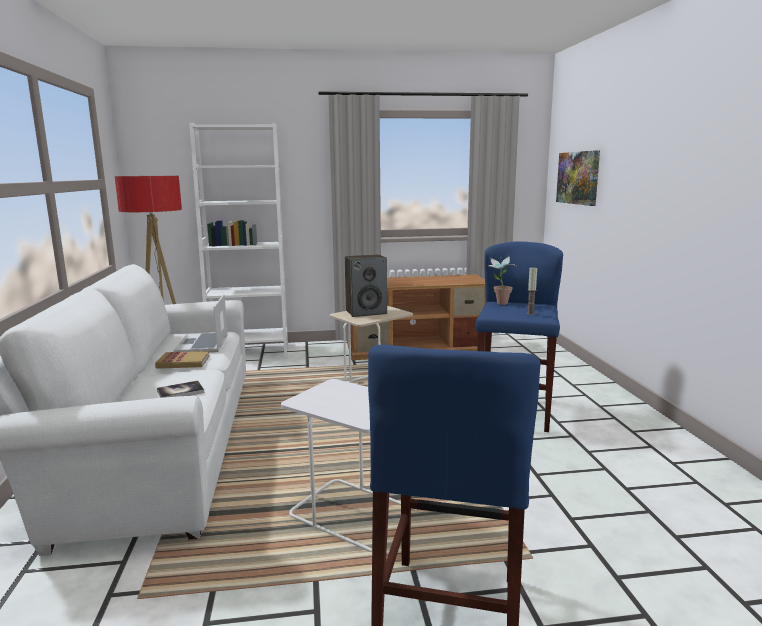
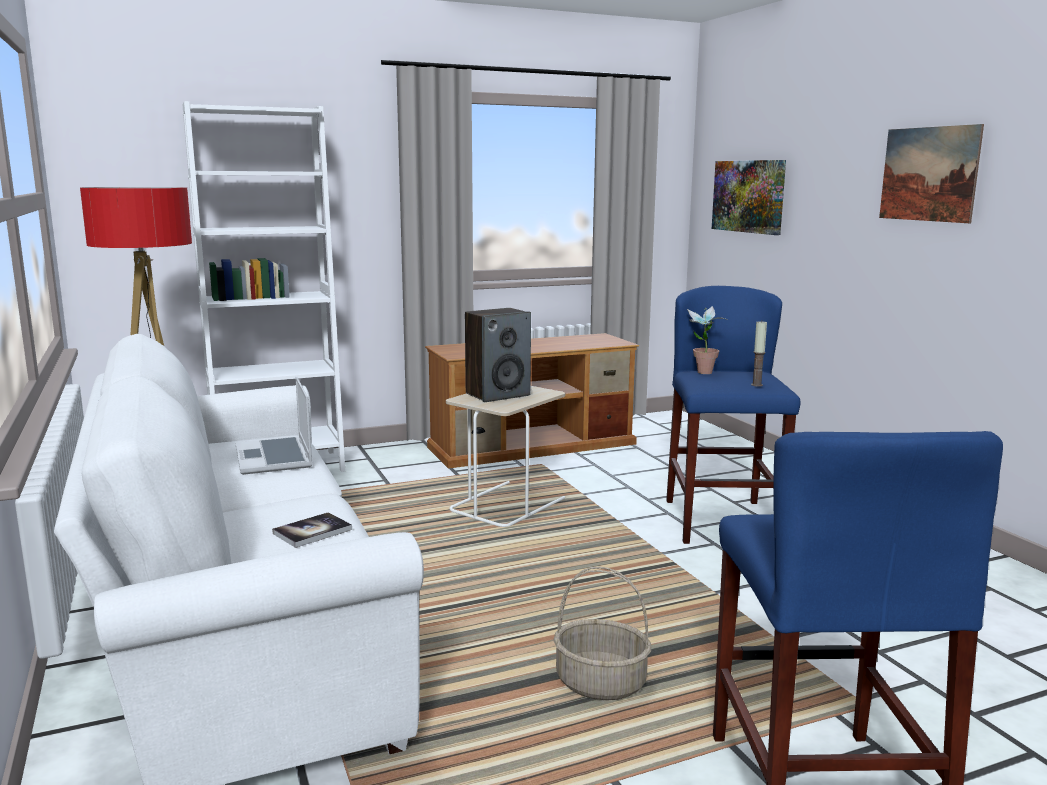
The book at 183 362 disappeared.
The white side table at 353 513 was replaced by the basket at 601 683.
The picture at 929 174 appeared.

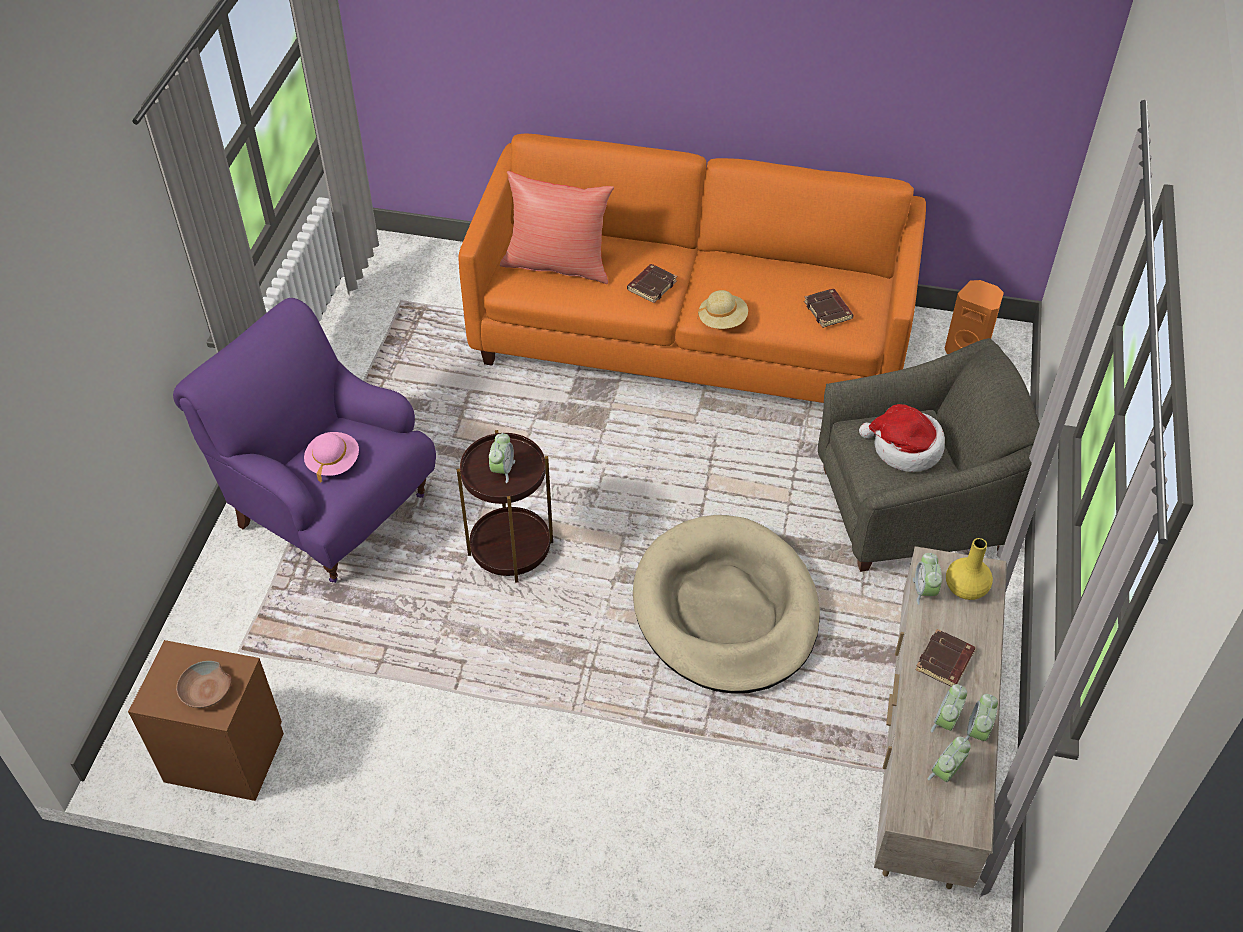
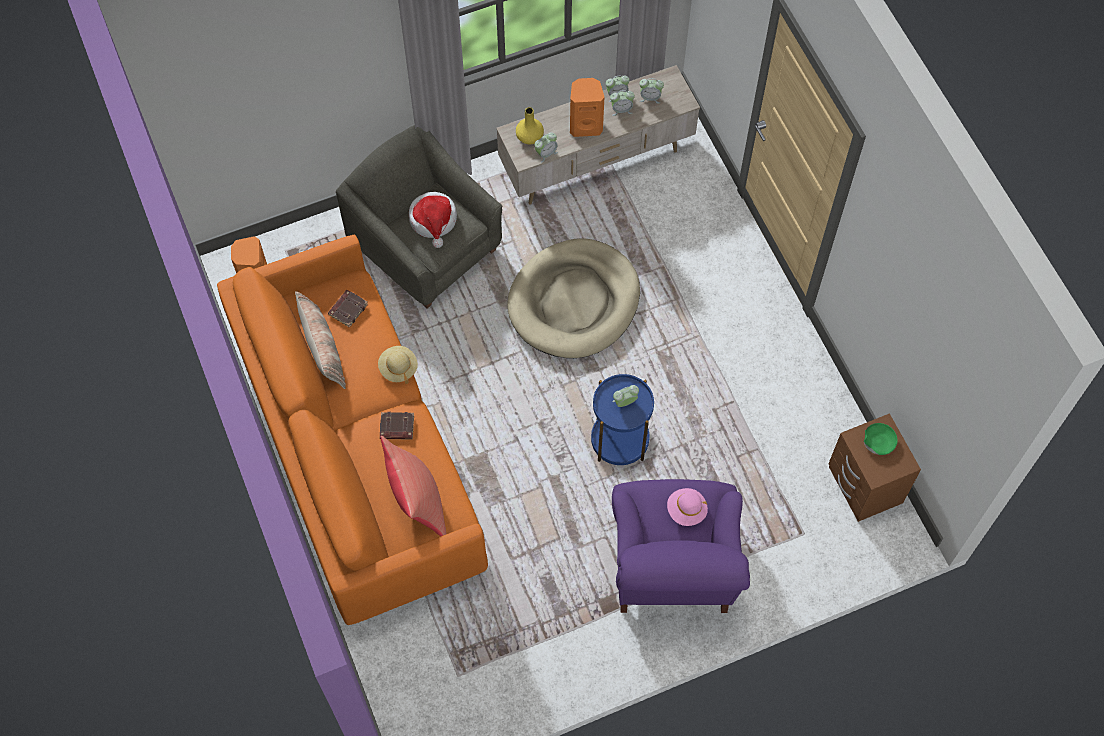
The brown bowl at 206 691 became the green bowl at 879 441.
The brown side table at 510 549 became the blue side table at 620 440.
The brown book at 945 662 was replaced by the orange speaker at 585 125.
The pillow at 322 348 appeared.

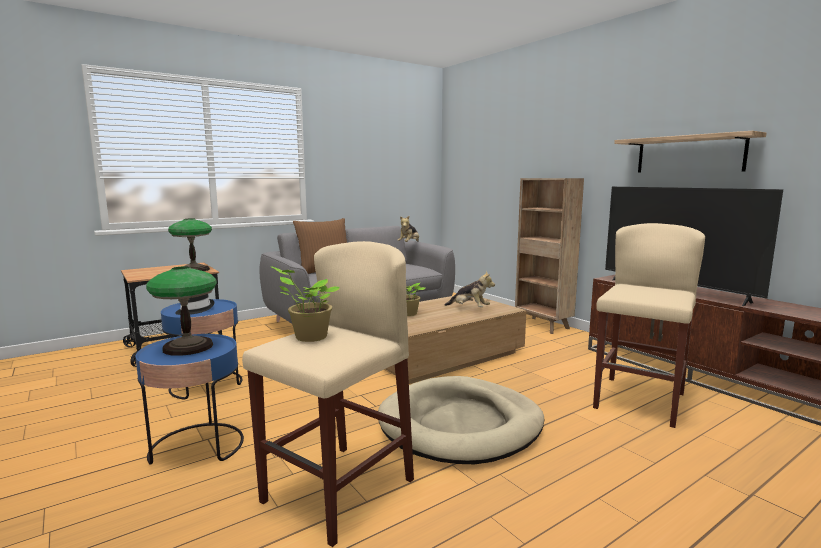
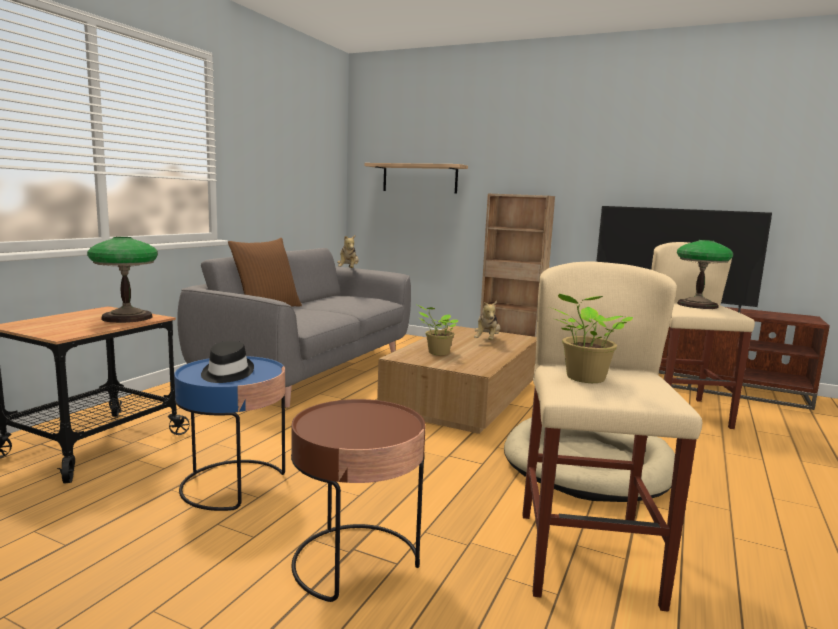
The blue side table at 197 446 became the brown side table at 356 561.
The table lamp moved from 187 347 to 697 305.
The plush toy at 469 308 turned 105 degrees clockwise.
The shelf moved from 689 154 to 419 178.

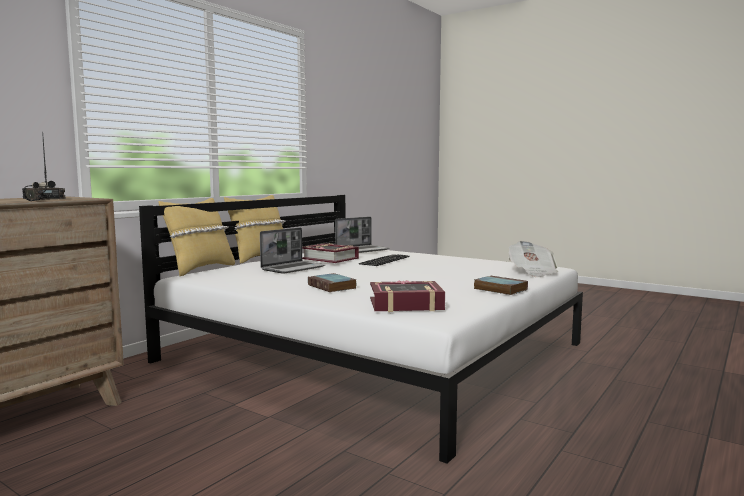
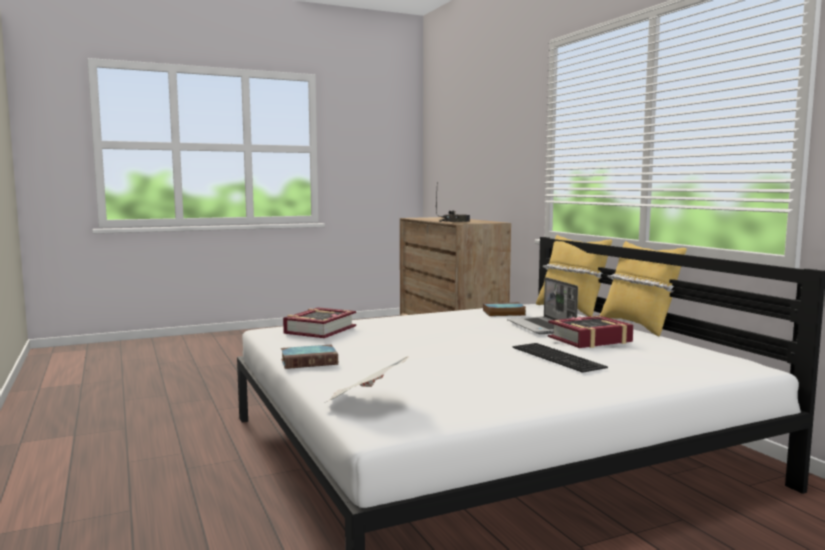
The book moved from 332 287 to 503 313.
The laptop at 362 250 disappeared.

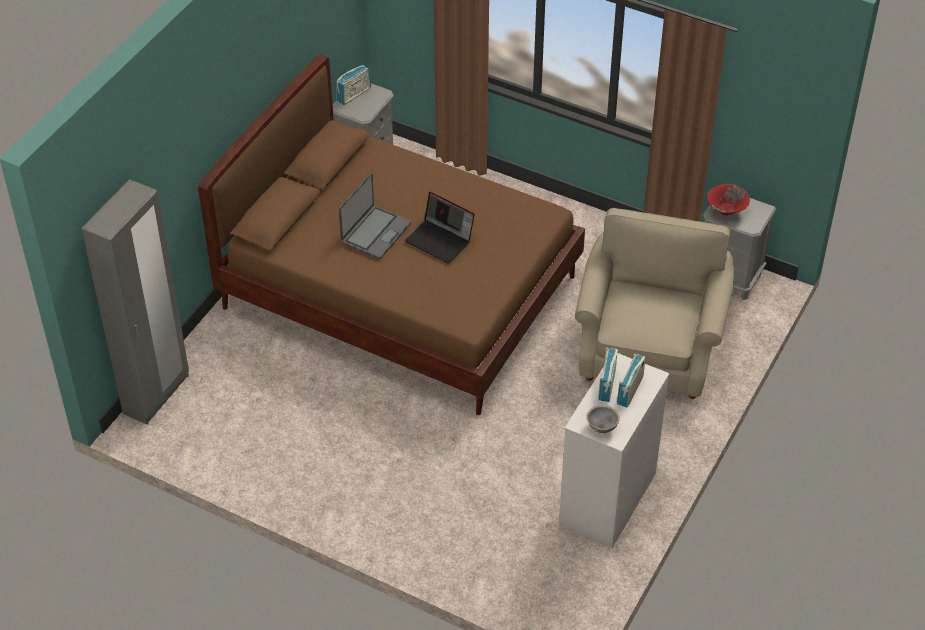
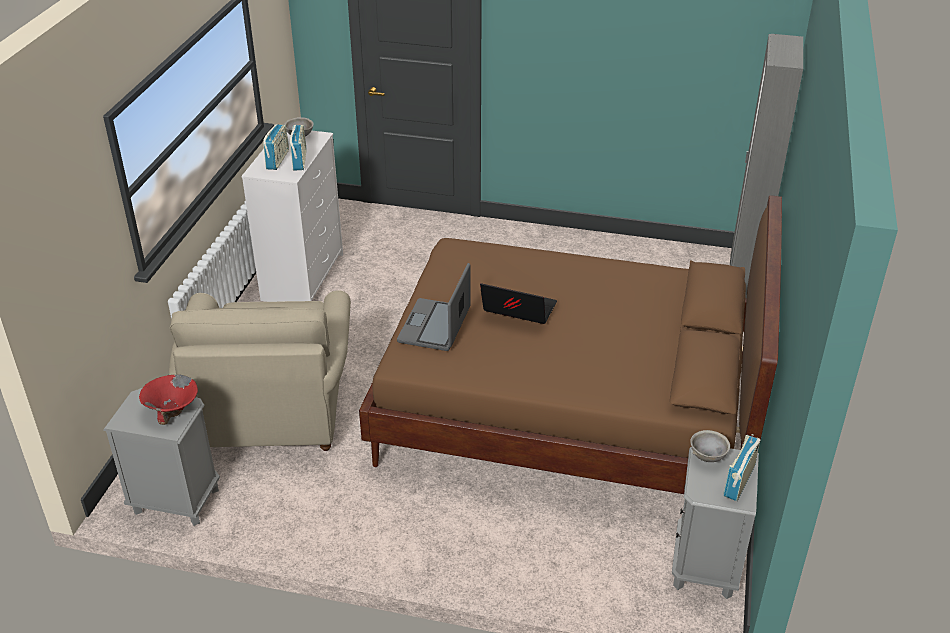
The laptop moved from 375 233 to 435 326.
The grey bowl at 707 456 appeared.

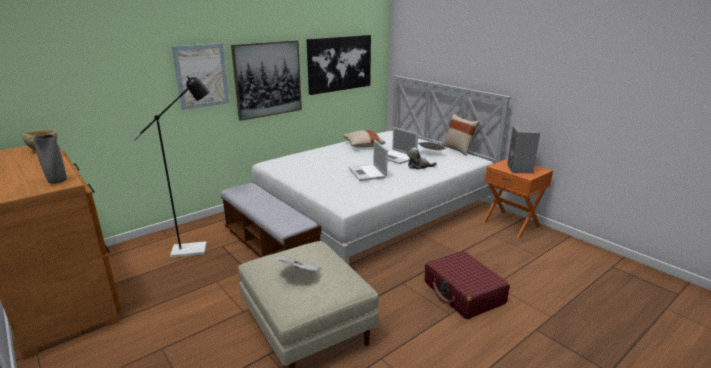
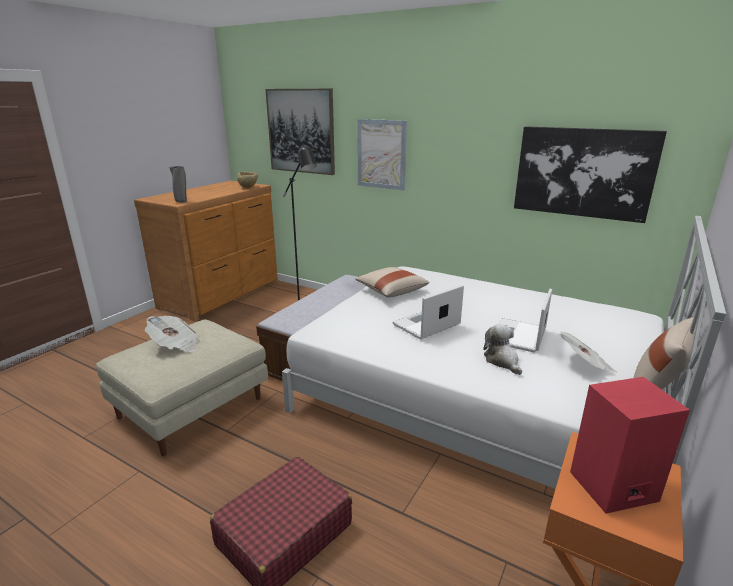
The picture moved from 268 79 to 301 131.
The beige pillow moved from 363 146 to 391 291.
The grey speaker at 520 169 became the red speaker at 612 487.

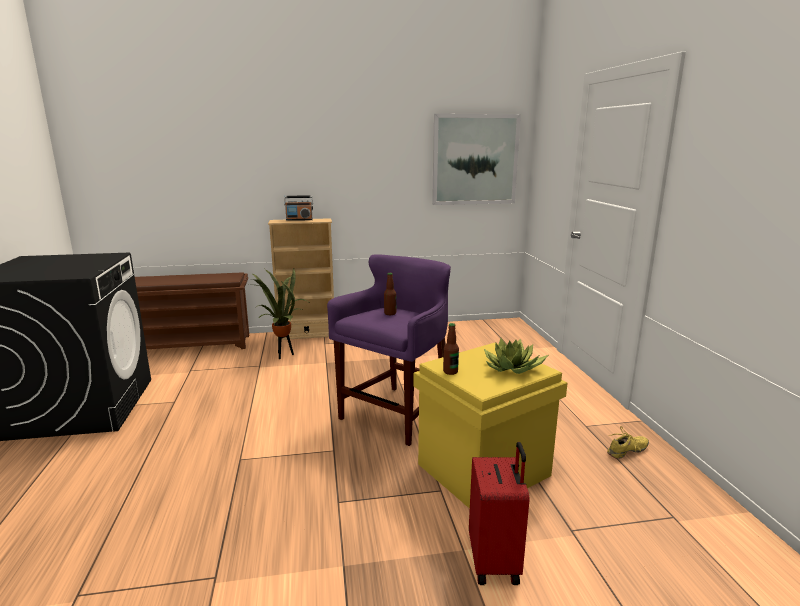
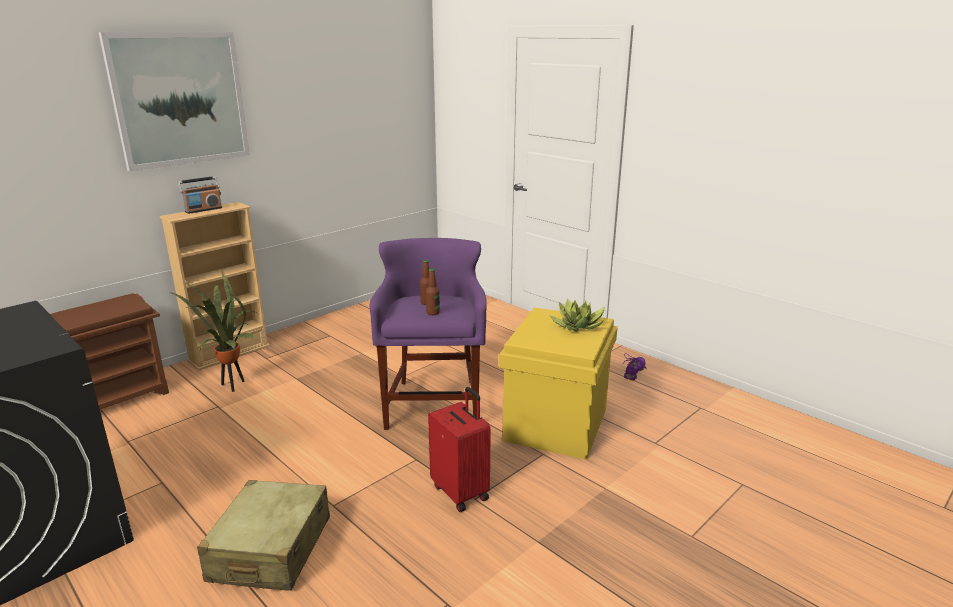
The picture moved from 475 160 to 180 99.
The bottle moved from 450 372 to 433 313.
The red suitcase moved from 495 561 to 461 492.
The yellow shoe at 627 451 became the purple shoe at 634 372.
The beige suitcase at 270 549 appeared.

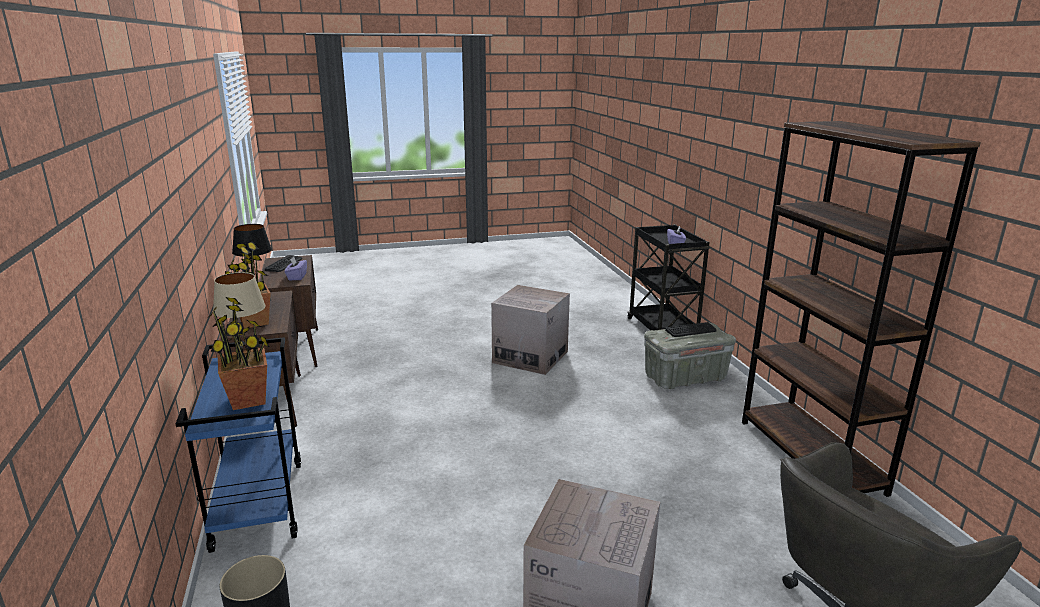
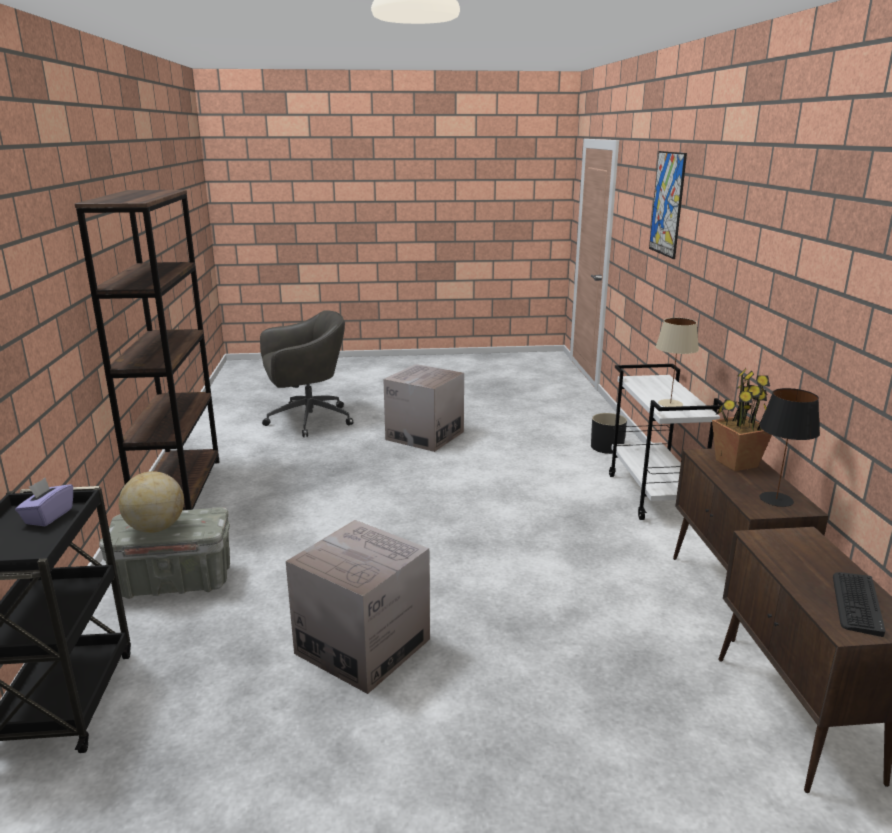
The blue cart at 258 504 became the white cart at 654 495.
The potted plant at 249 400 disappeared.
The purple tissue box at 297 277 disappeared.
The keyboard at 691 330 was replaced by the globe at 155 528.
The picture at 667 204 appeared.

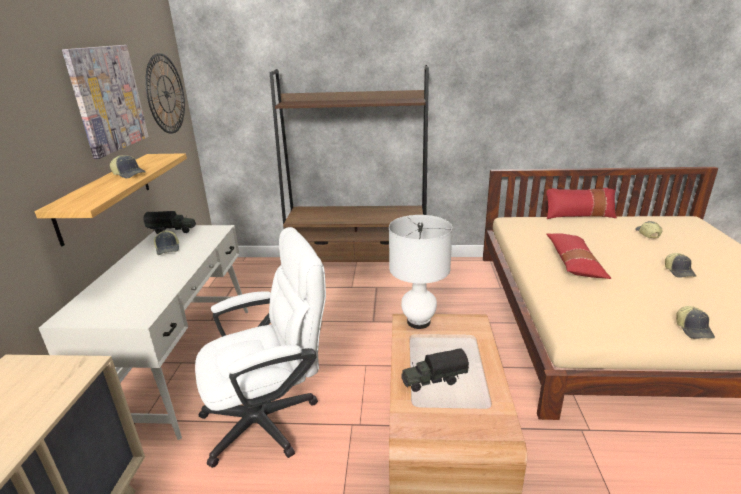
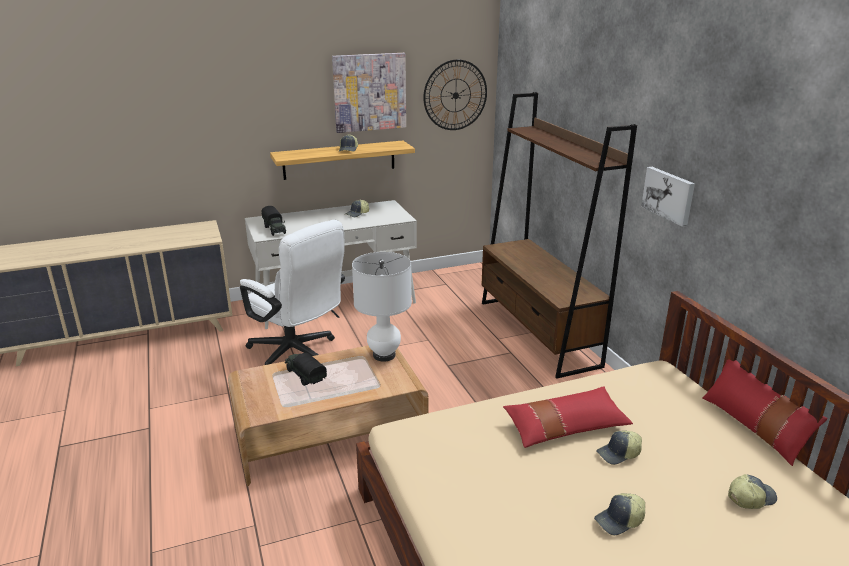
The toy truck moved from 173 230 to 275 229.
The cap moved from 693 329 to 619 454.
The picture at 669 195 appeared.

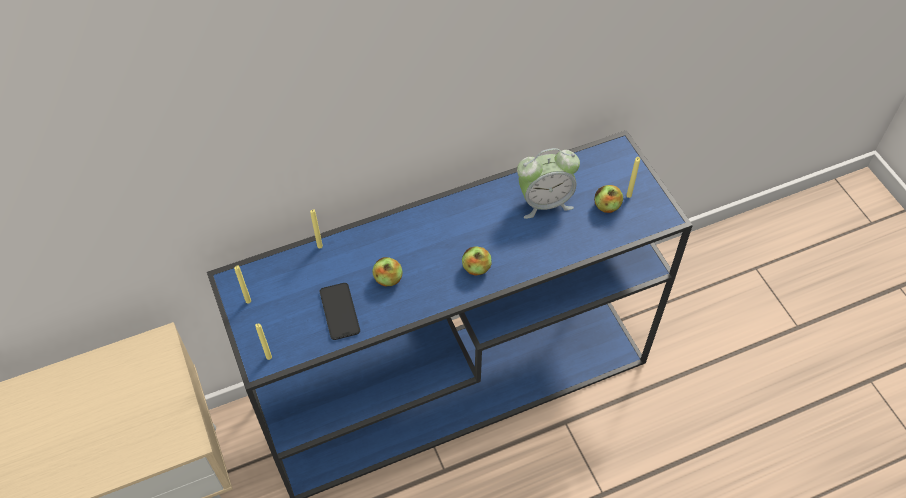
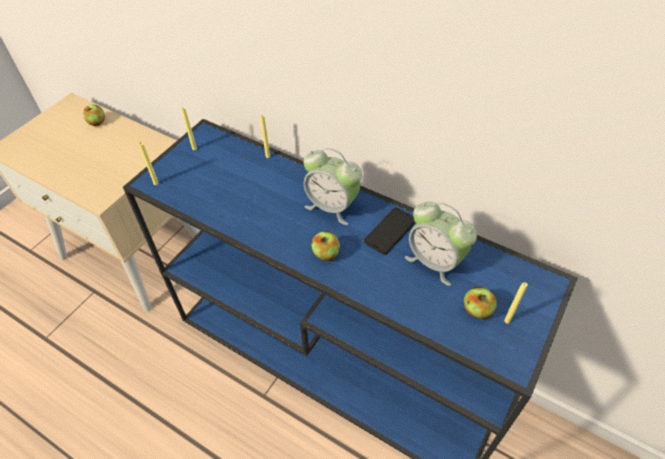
The phone moved from 339 311 to 390 231.
The apple moved from 388 279 to 97 122.
The alarm clock at 332 207 appeared.

